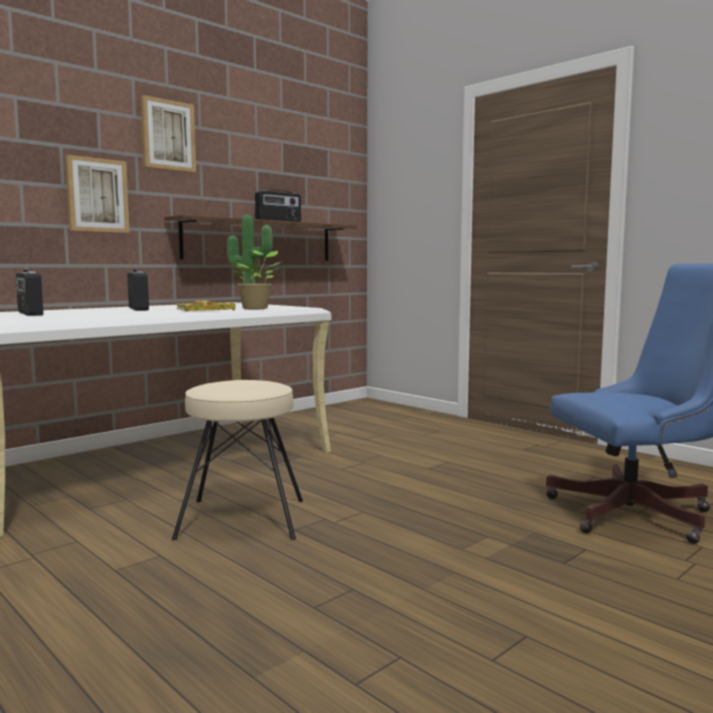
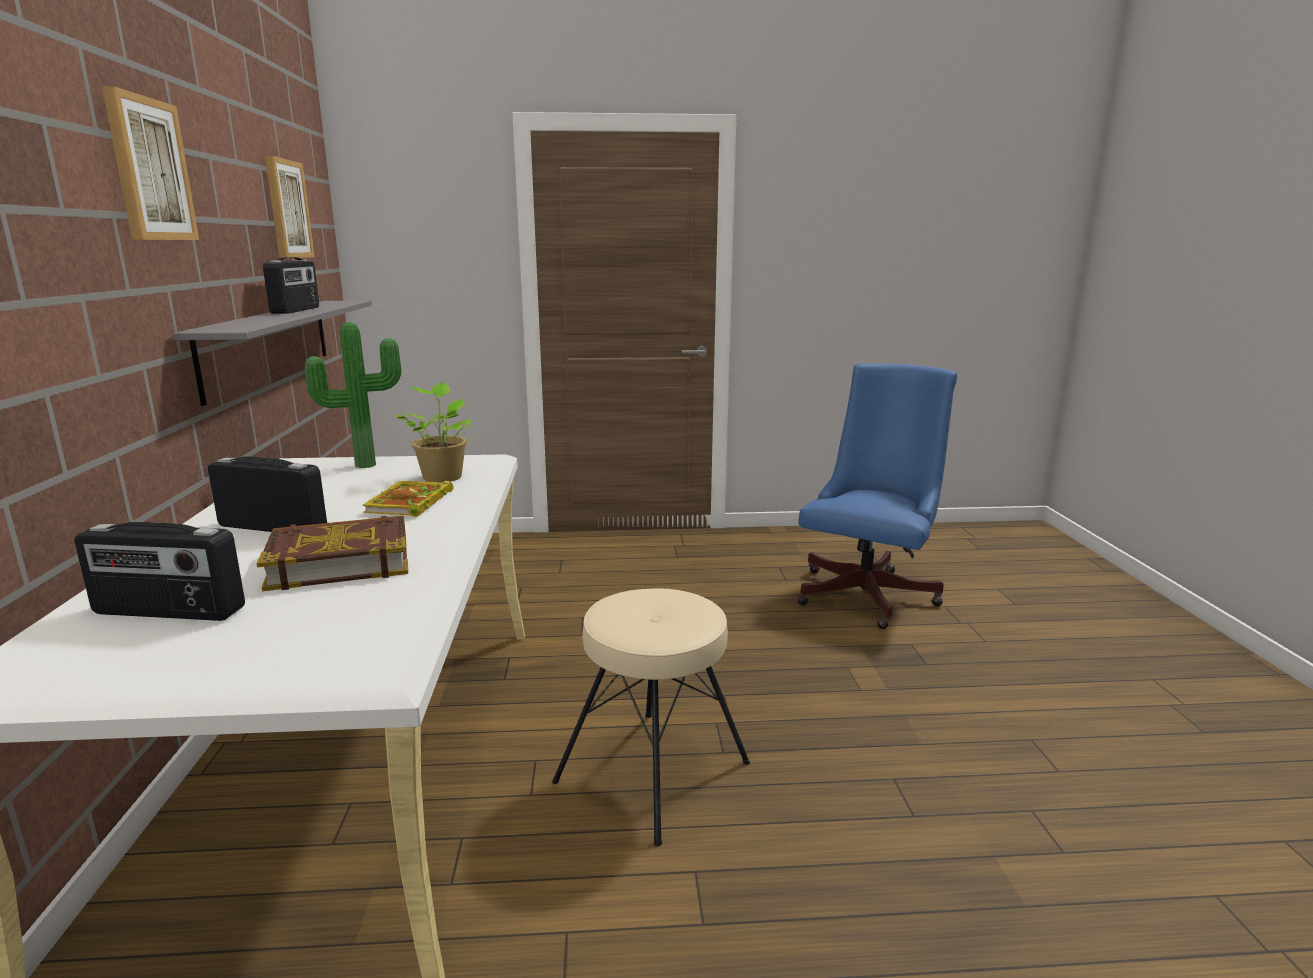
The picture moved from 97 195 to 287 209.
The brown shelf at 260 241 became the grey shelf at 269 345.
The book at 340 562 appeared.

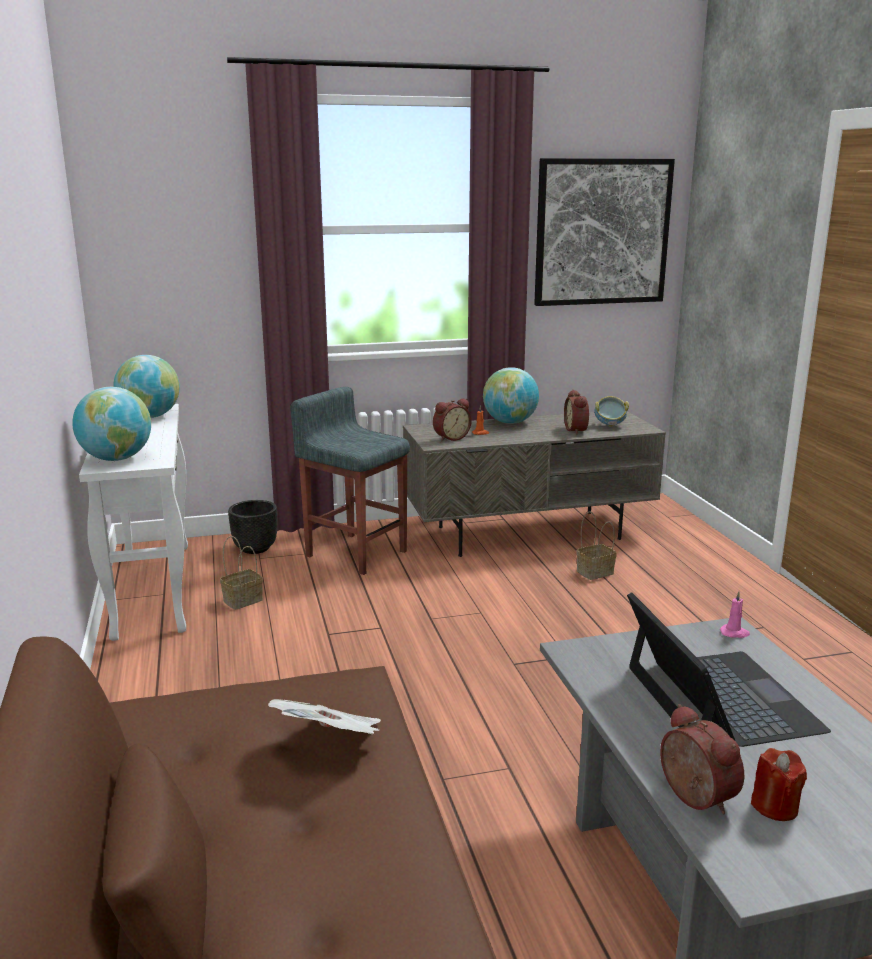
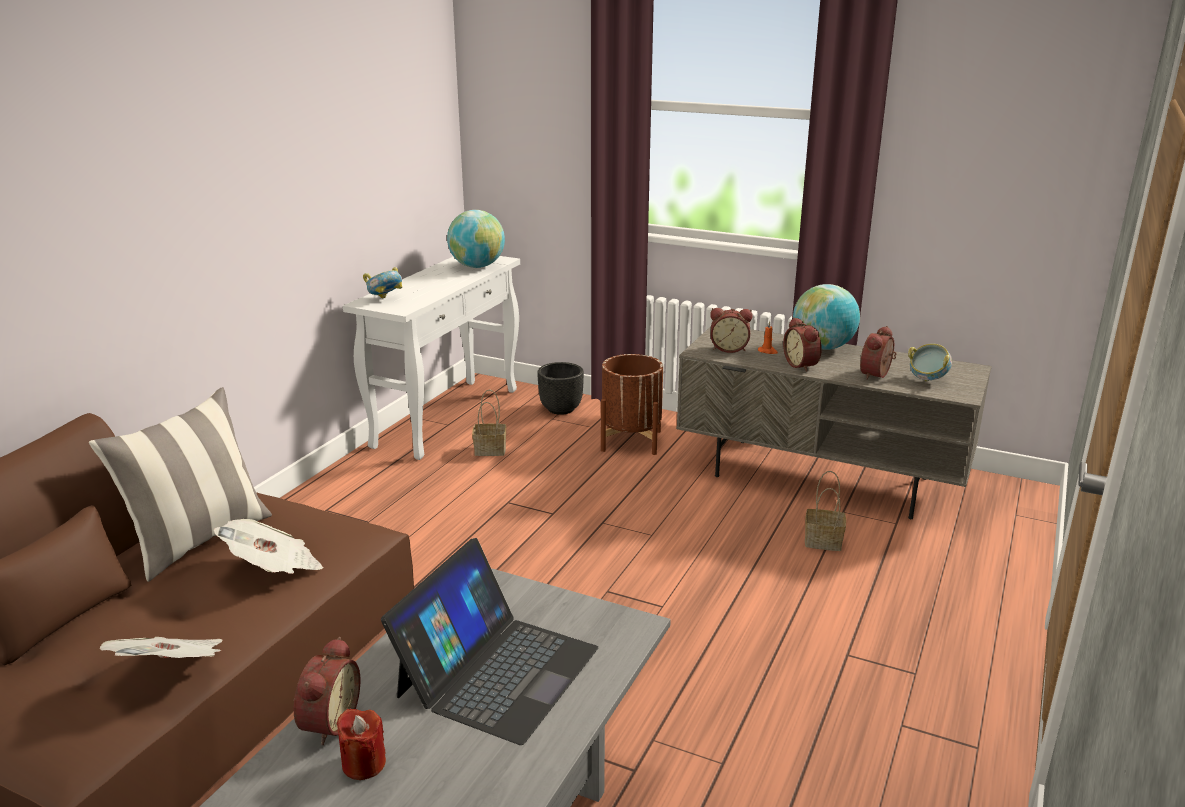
The globe at 116 459 was replaced by the bowl at 385 299.
The grey stool at 355 553 was replaced by the brown planter at 631 441.
The picture at 602 232 disappeared.
The pink candle at 734 633 disappeared.
The pillow at 198 540 appeared.
The newspaper at 173 670 appeared.
The alarm clock at 802 365 appeared.

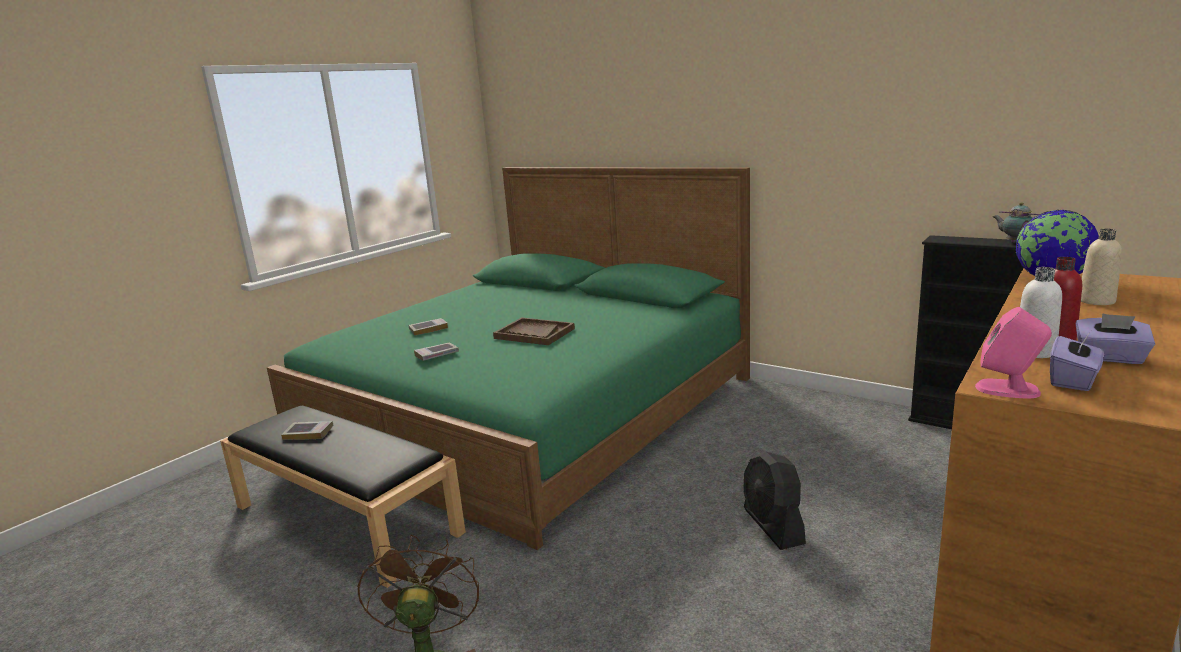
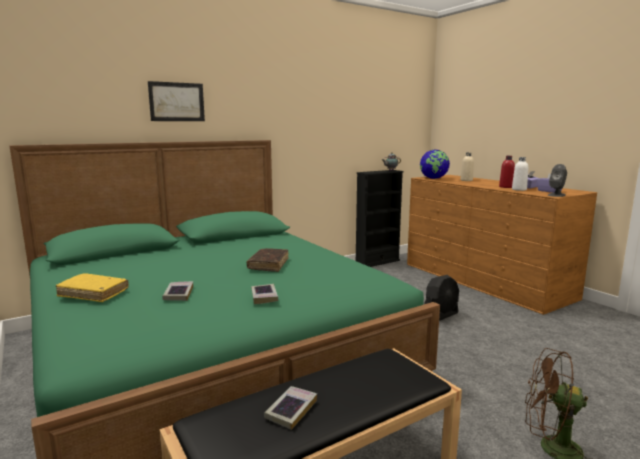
The brown tray at 534 333 was replaced by the brown book at 268 265.
The black fan at 773 526 turned 45 degrees counterclockwise.
The pink speaker at 1008 389 became the grey speaker at 556 195.
The yellow book at 93 293 appeared.
The picture at 177 102 appeared.

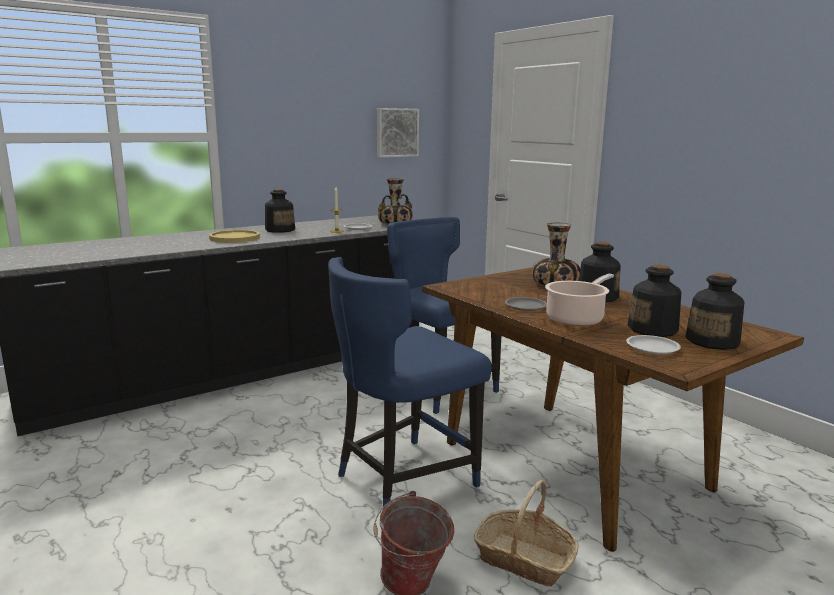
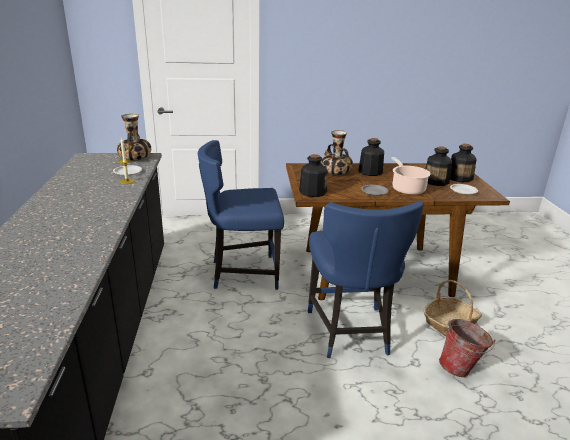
The yellow plate at 234 238 disappeared.
The bottle moved from 280 230 to 312 192.
The picture at 396 132 disappeared.

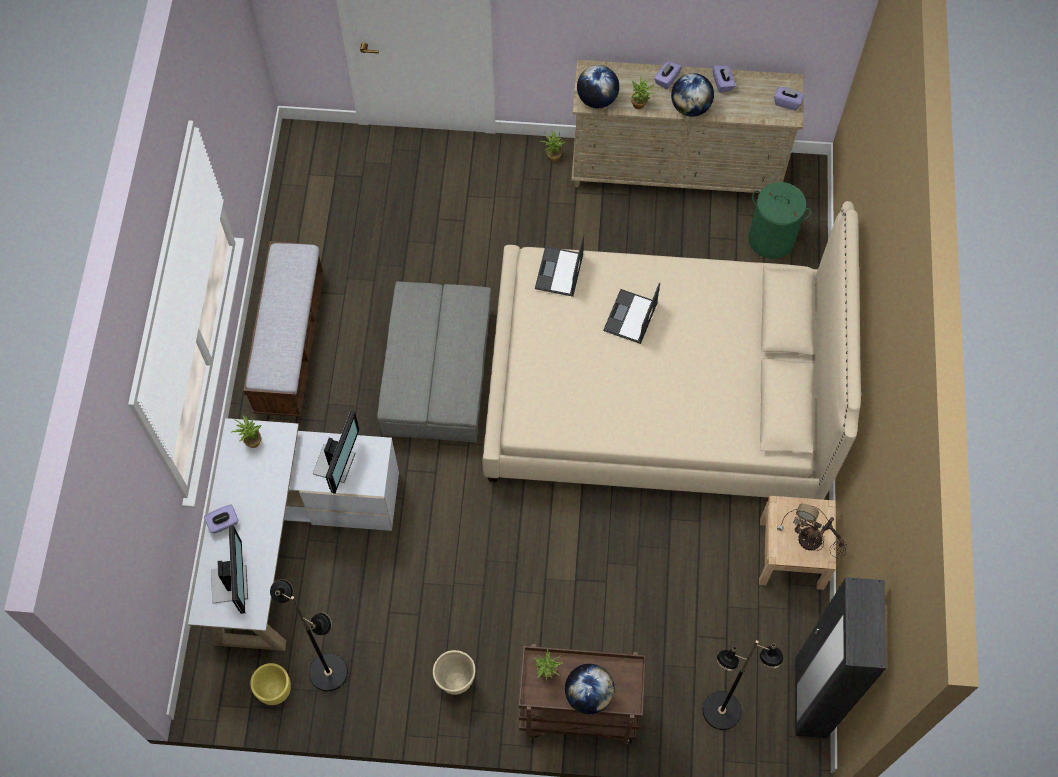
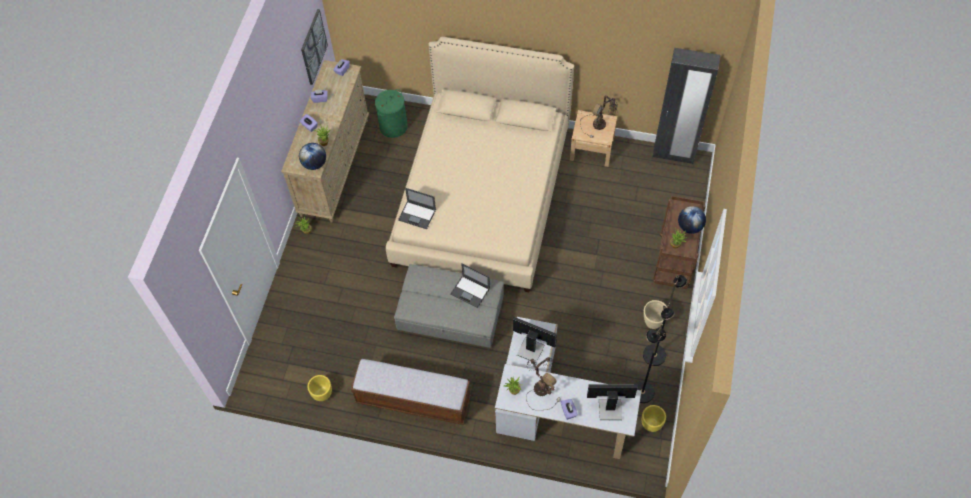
The laptop moved from 630 317 to 470 291.
The globe at 690 107 disappeared.
The black floor lamp moved from 721 711 to 655 355.
The picture at 313 47 appeared.
The yellow planter at 322 393 appeared.
The table lamp at 541 388 appeared.

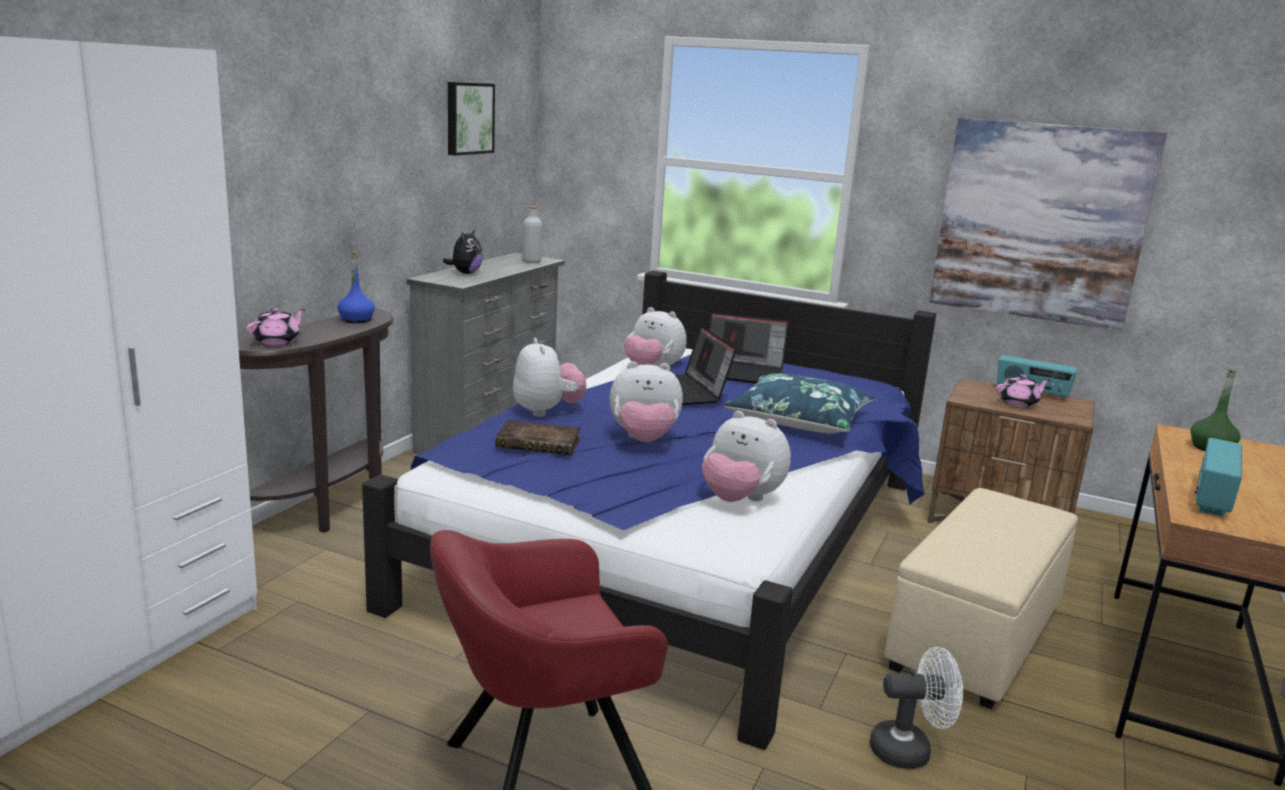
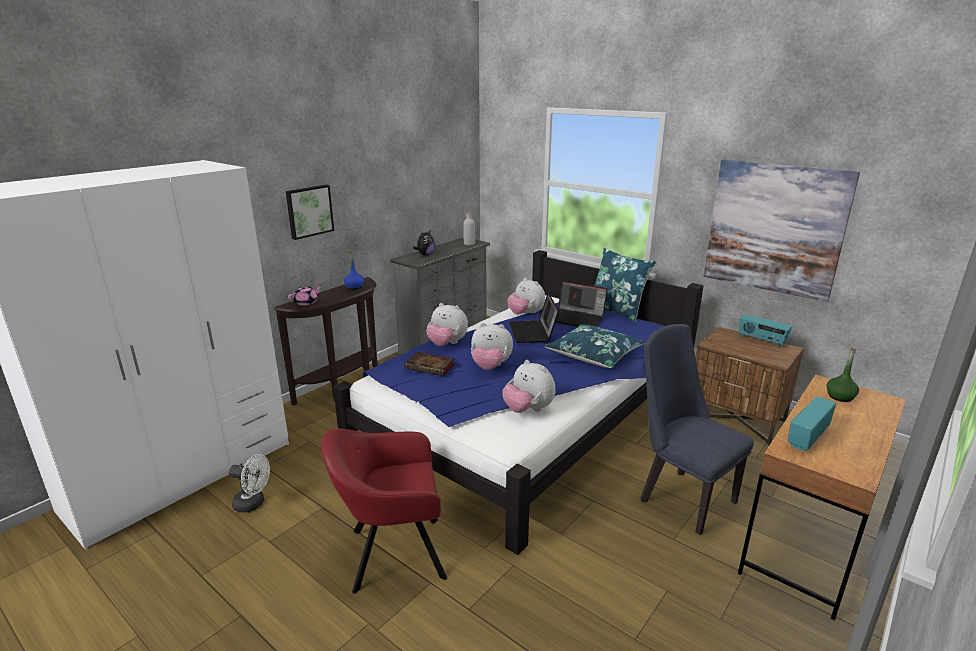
The picture moved from 468 118 to 309 211.
The plush toy at 547 411 turned 120 degrees clockwise.
The white fan moved from 909 750 to 253 504.
The beige ottoman at 976 635 was replaced by the blue chair at 680 497.
The pink teapot at 1019 403 disappeared.
The blue pillow at 616 310 appeared.

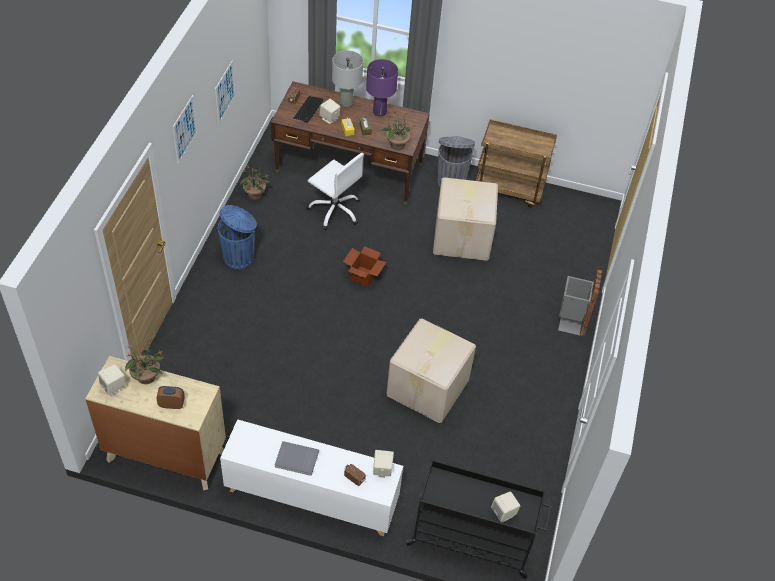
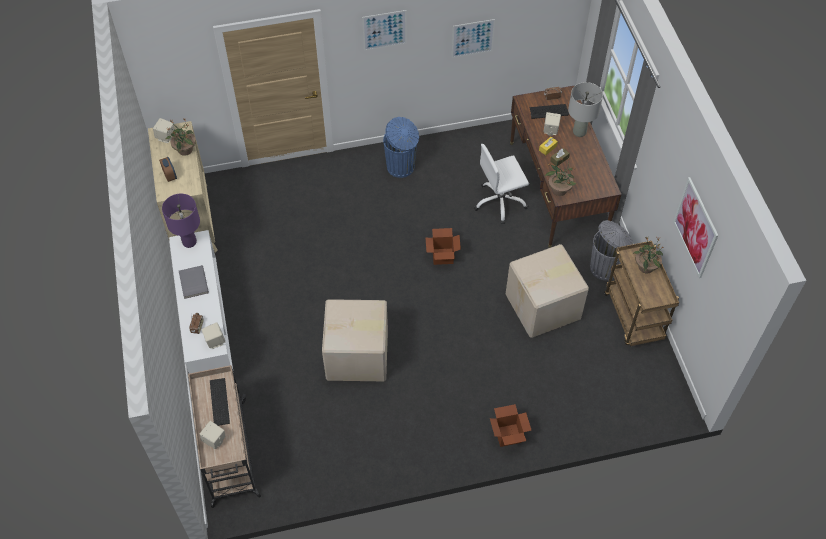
The potted plant moved from 255 195 to 645 267.
The white office chair at 335 210 turned 60 degrees clockwise.
The purple table lamp moved from 379 112 to 189 242.
The black cart at 473 539 became the beige cart at 229 453.
The grey trash can at 571 321 was replaced by the cardboard box at 508 435.
The keyboard at 218 401 appeared.
The picture at 695 227 appeared.

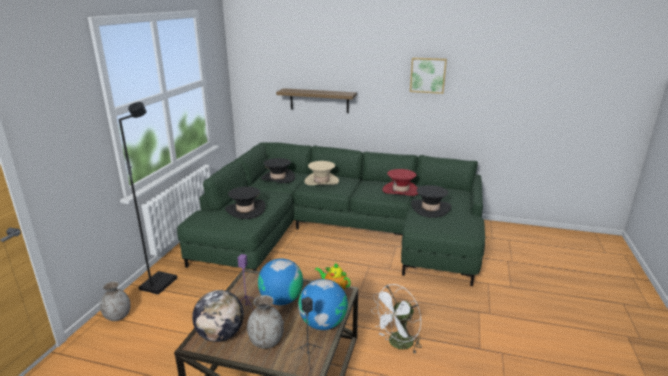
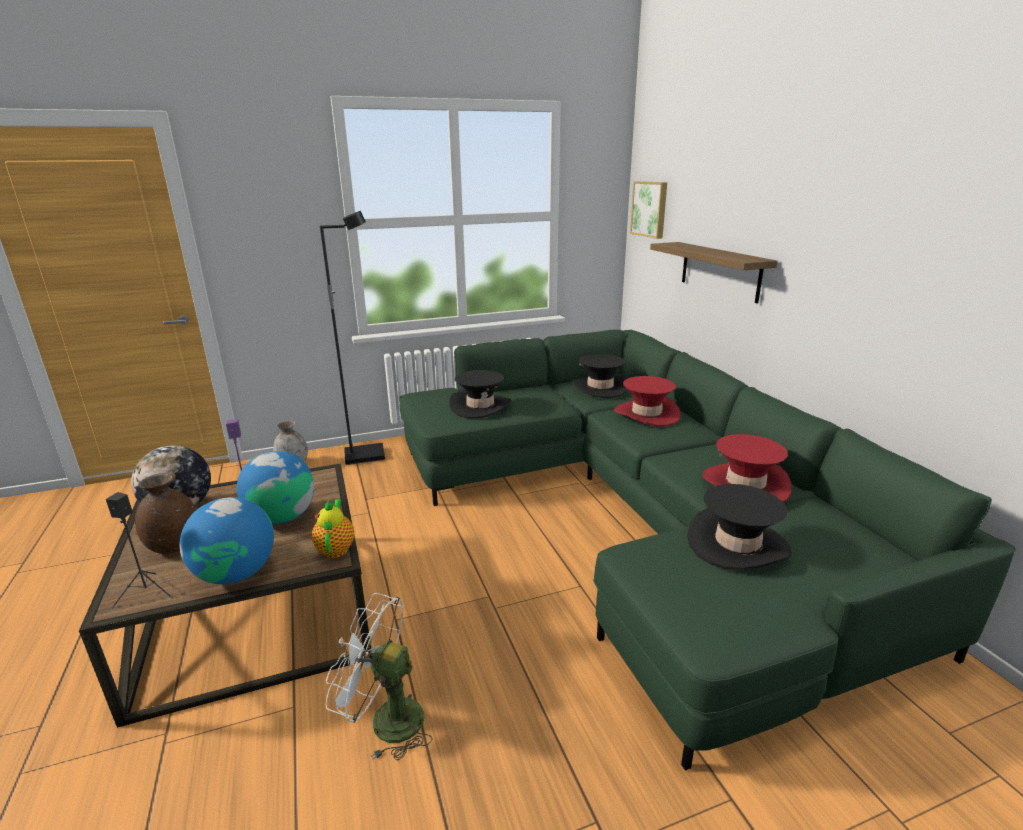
The grey vase at 266 342 became the brown vase at 174 545.
The beige hat at 321 181 became the red hat at 646 414.
The picture moved from 428 75 to 650 209.

